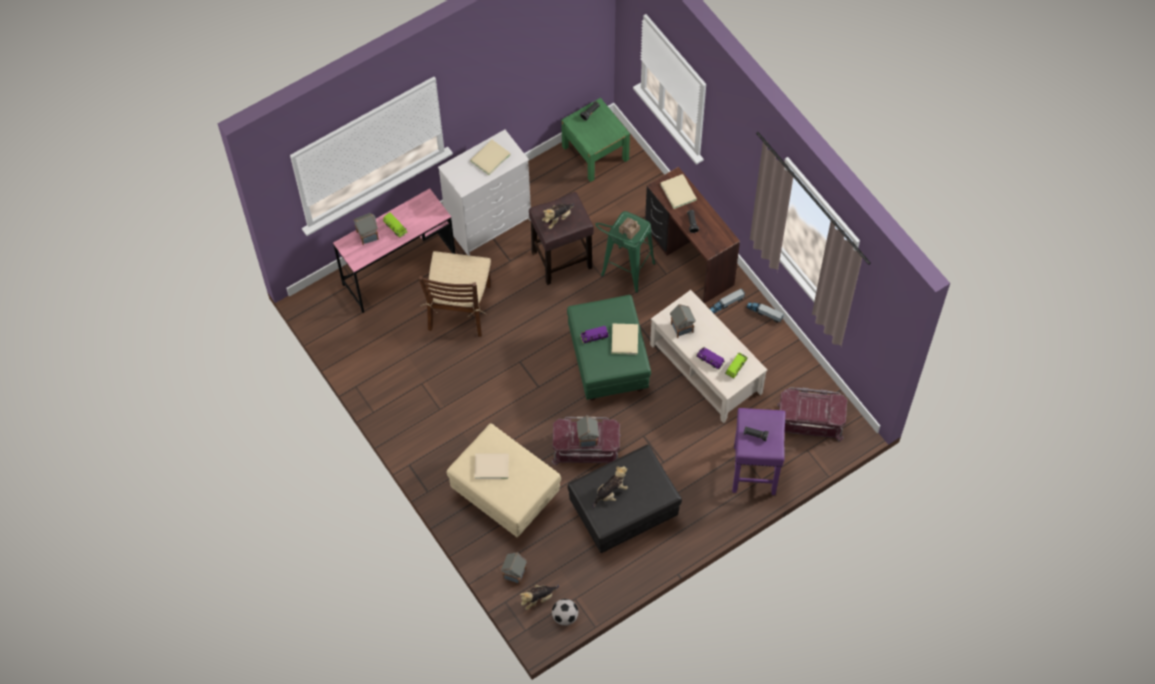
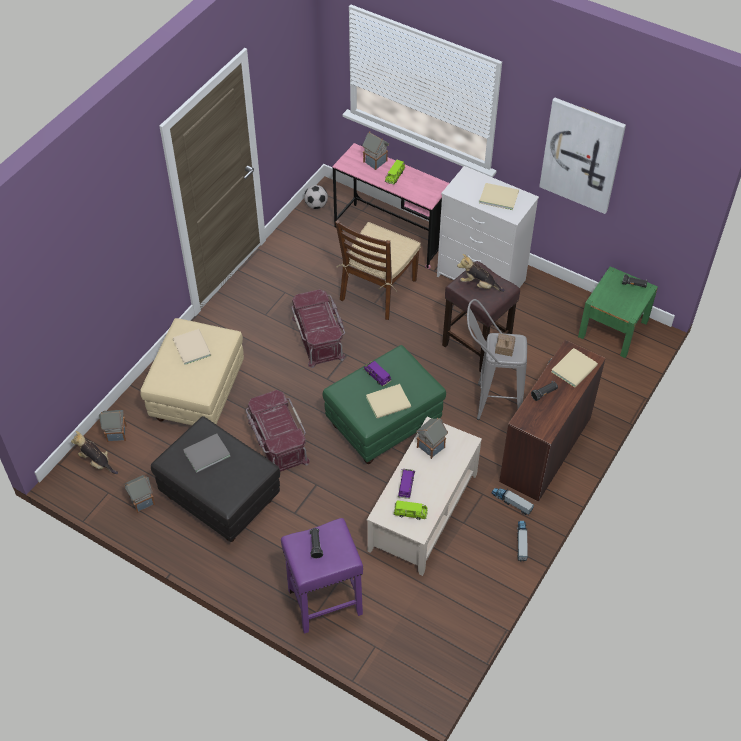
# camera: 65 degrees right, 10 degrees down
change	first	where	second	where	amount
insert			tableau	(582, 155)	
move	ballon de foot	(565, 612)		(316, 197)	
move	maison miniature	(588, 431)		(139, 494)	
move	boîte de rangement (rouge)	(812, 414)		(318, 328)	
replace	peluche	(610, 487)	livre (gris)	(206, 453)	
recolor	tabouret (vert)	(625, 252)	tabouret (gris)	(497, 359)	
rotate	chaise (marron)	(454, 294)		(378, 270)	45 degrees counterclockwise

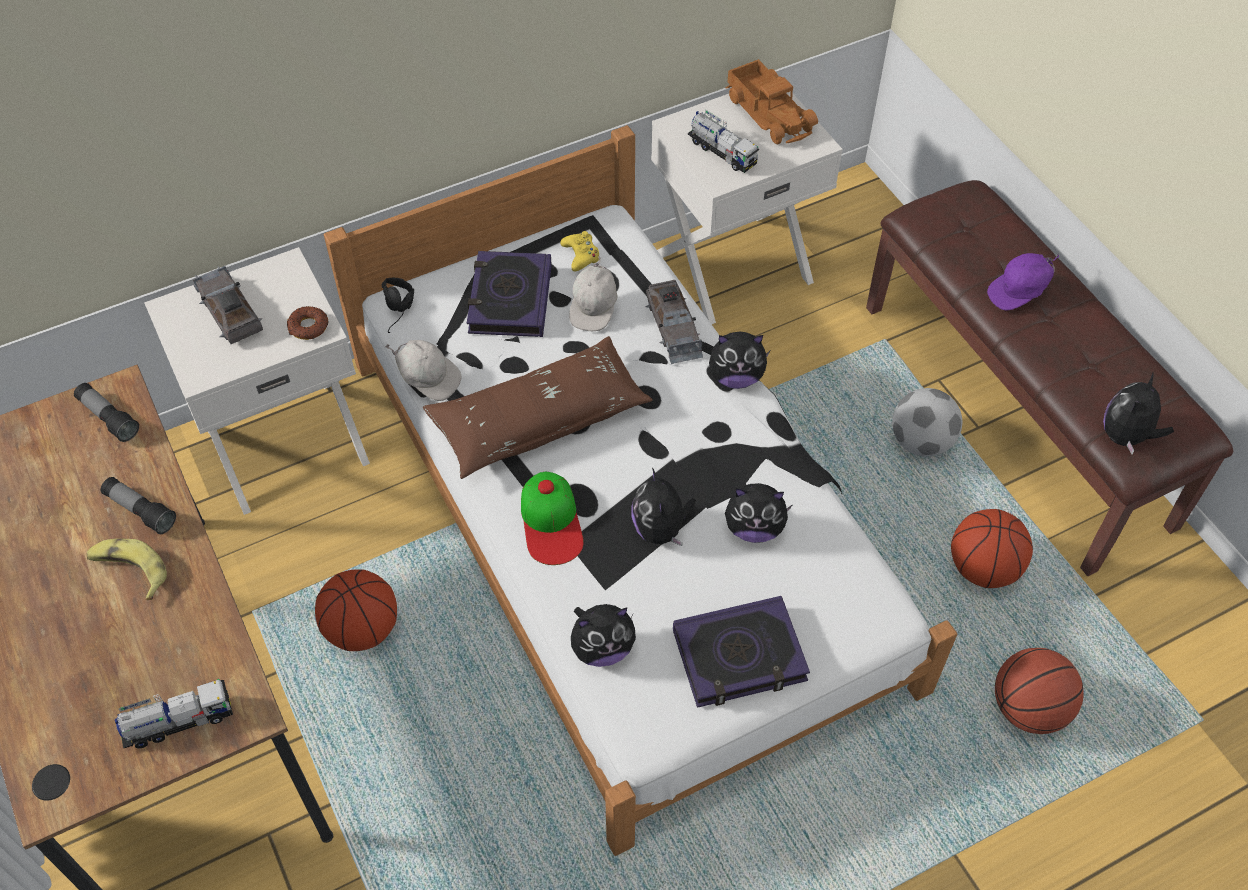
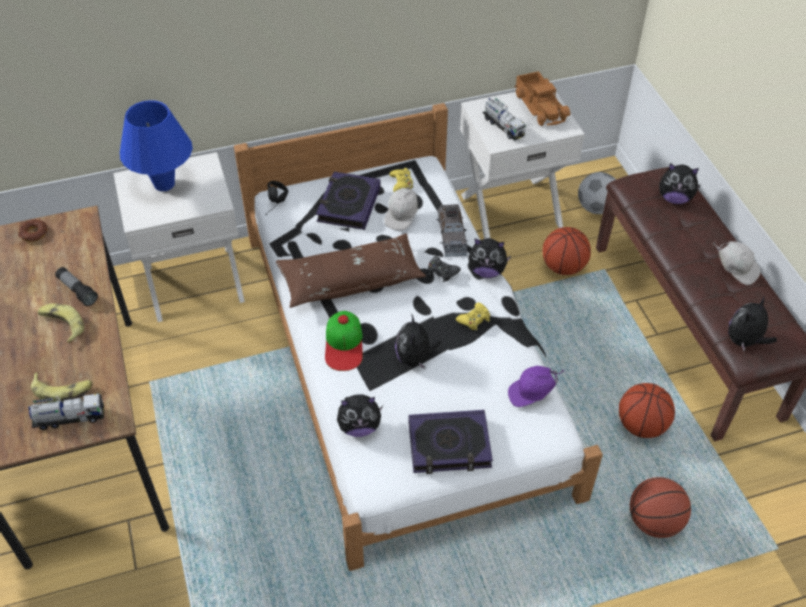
# camera: 10 degrees right, 5 degrees down
change	first	where	second	where	amount
delete	lampe de poche	(106, 412)			
insert			banane	(62, 387)	
insert			manette (noir)	(444, 269)	
insert			manette (jaune)	(473, 316)	
move	beignet	(308, 323)		(33, 230)	
move	ballon de basket	(356, 610)		(567, 251)	
move	casquette (blanc)	(423, 370)		(736, 263)	
move	peluche	(759, 513)		(680, 183)	
move	ballon de foot	(927, 422)		(597, 193)	
move	casquette (violet)	(1023, 281)		(536, 386)	
replace	petite voiture (gris)	(228, 304)	lampe de table (bleu)	(156, 145)	

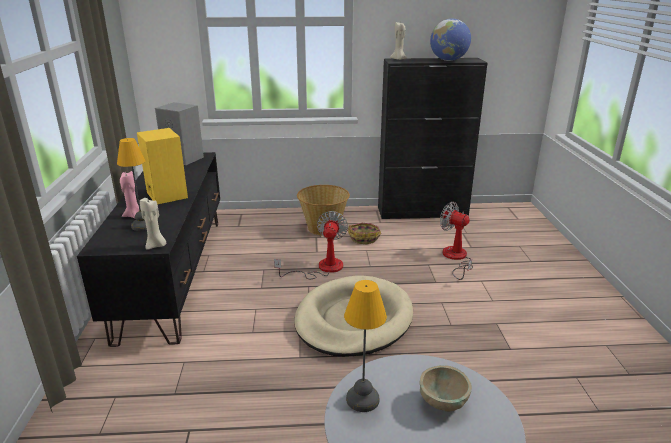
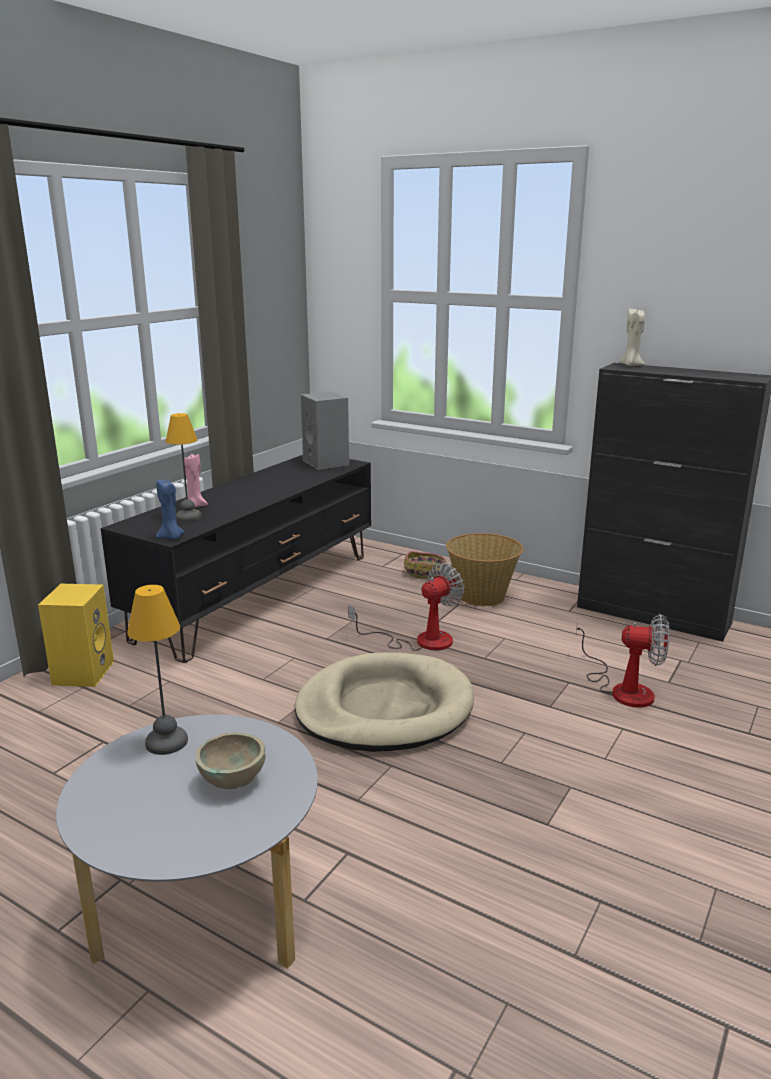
# camera: 35 degrees right, 5 degrees down
change	first	where	second	where	amount
delete	globe	(450, 40)			
move	enceinte (jaune)	(162, 166)		(76, 635)	
move	panier	(364, 233)		(425, 565)	
recolor	bougie (beige)	(153, 224)	bougie (bleu)	(170, 508)	
rotate	ventilateur	(456, 241)		(622, 661)	120 degrees clockwise

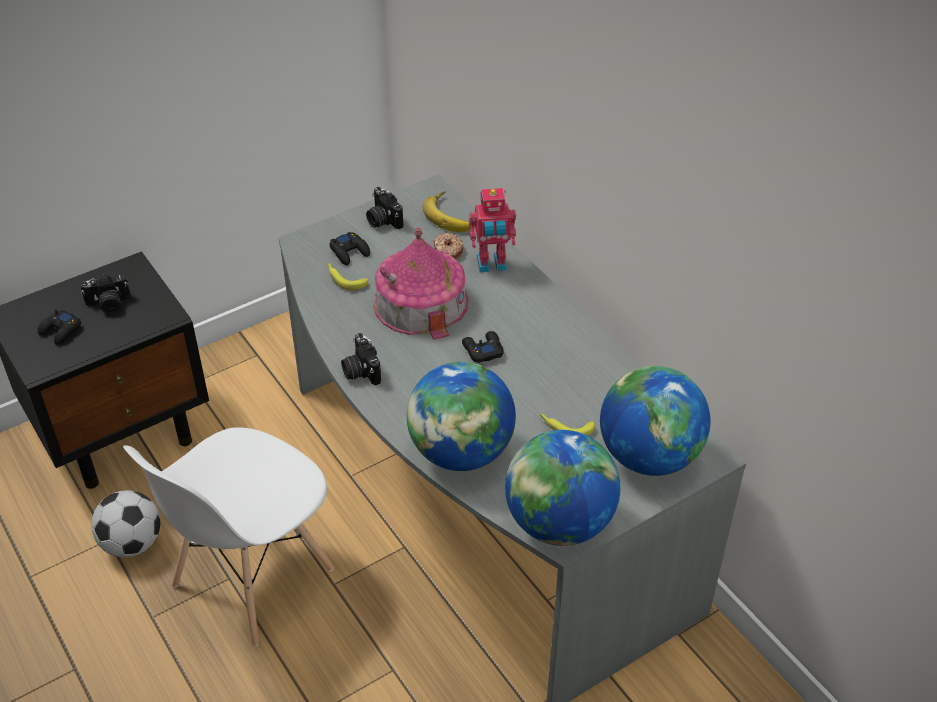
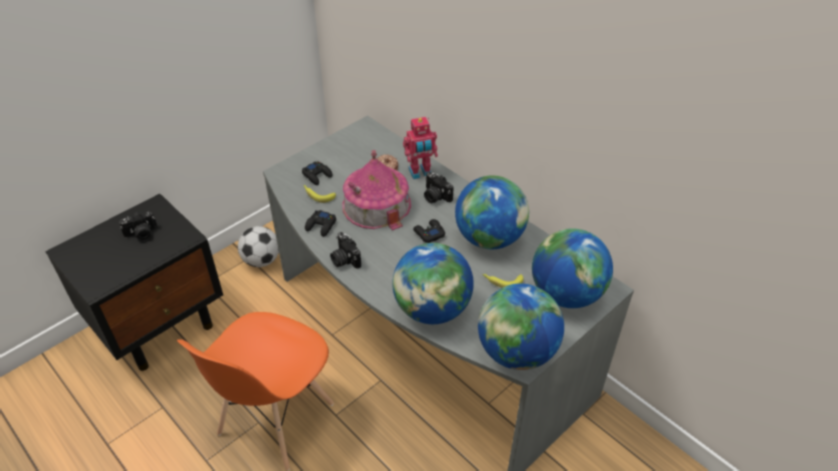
# camera: 10 degrees left, 0 degrees up
change	first	where	second	where	amount
delete	banane	(446, 211)			
insert			globe	(492, 212)	
move	manette (noir)	(59, 327)		(320, 223)	
move	ballon de foot	(125, 523)		(258, 246)	
move	appareil photo	(384, 208)		(438, 187)	
recolor	chaise (blanc)	(228, 537)	chaise (orange)	(255, 391)	

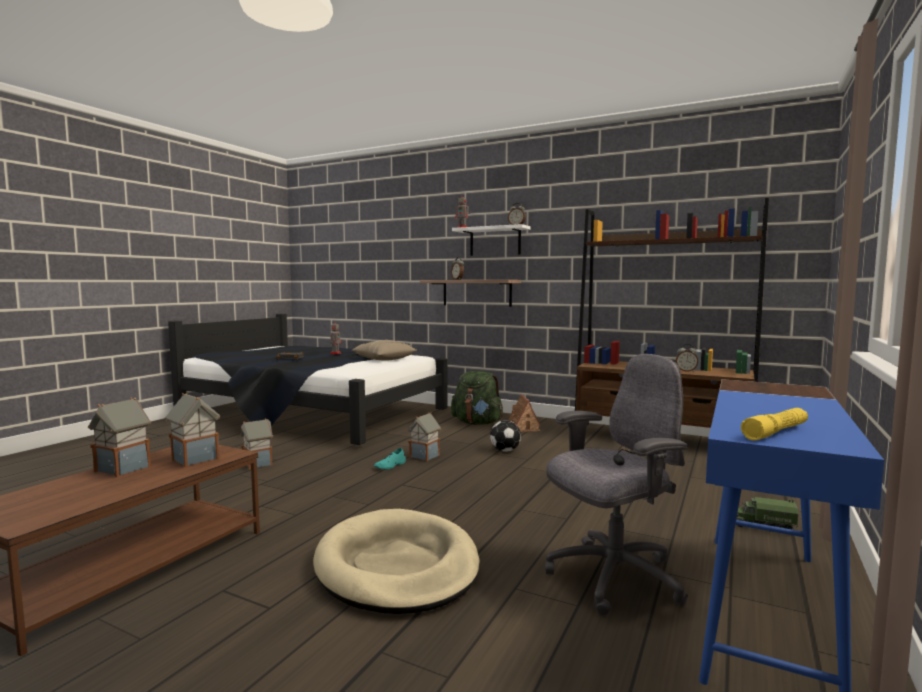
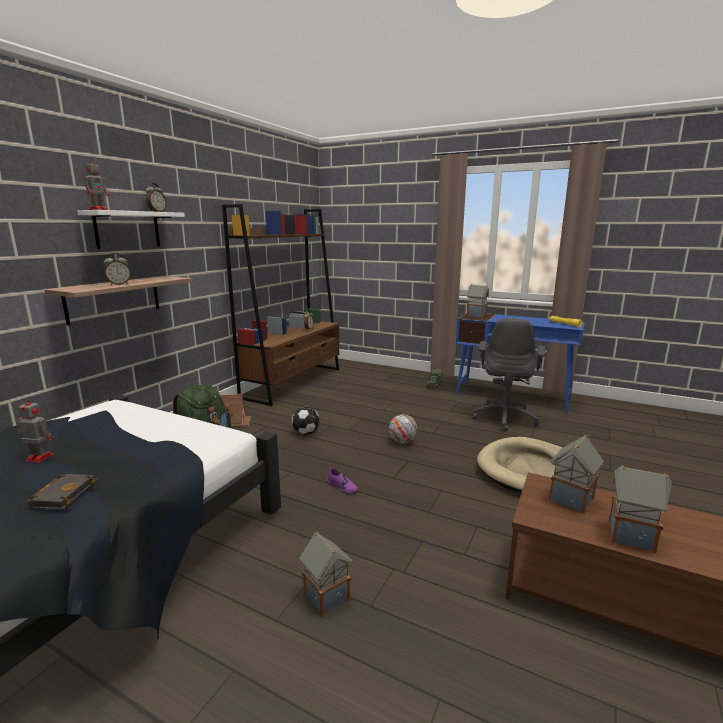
# camera: 90 degrees left, 10 degrees up
change	first	where	second	where	amount
delete	coussin (beige)	(384, 350)			
insert			ballon de foot	(403, 428)	
move	maison miniature	(424, 436)		(478, 301)	
recolor	chaussure (turquoise)	(390, 458)	chaussure (violet)	(342, 481)	
rotate	chaise de bureau (gris)	(616, 484)		(508, 375)	135 degrees counterclockwise

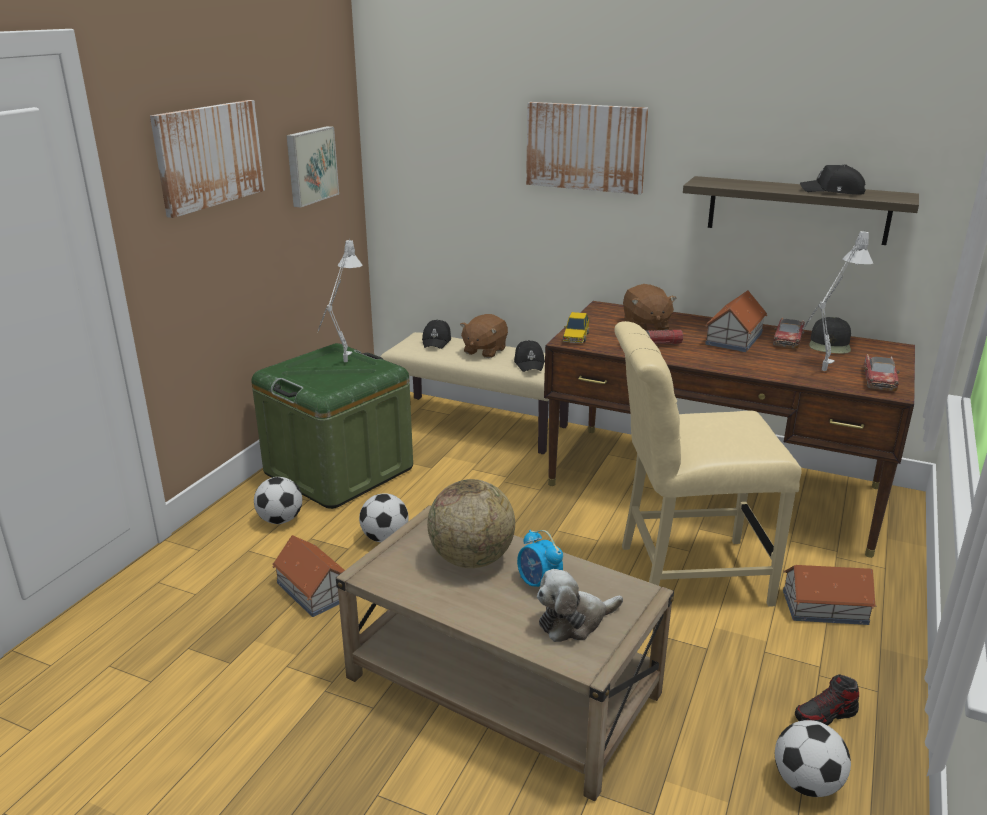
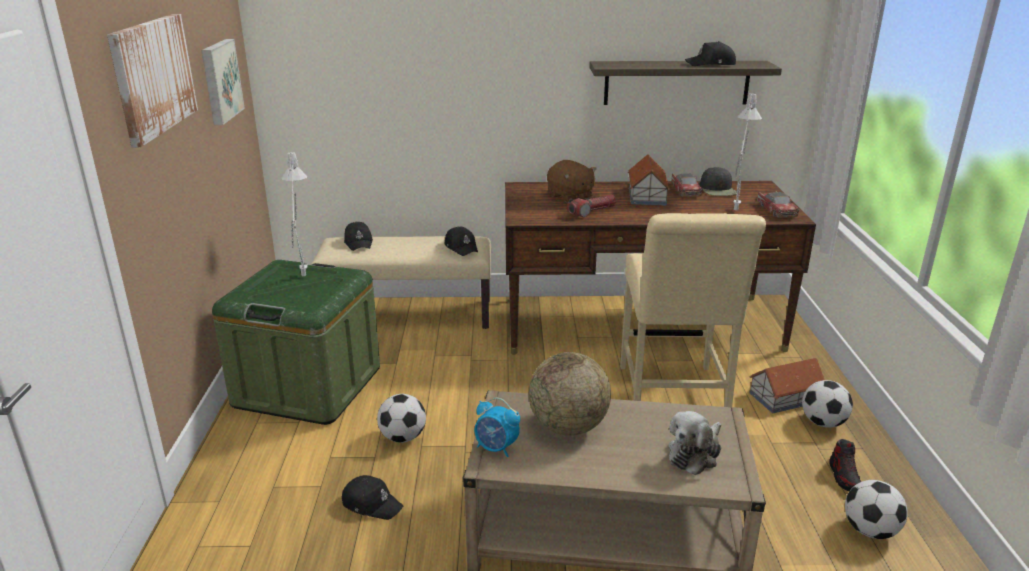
# camera: 25 degrees left, 0 degrees up
change	first	where	second	where	amount
delete	peluche (marron)	(484, 336)			
delete	tableau	(587, 148)			
delete	petite voiture	(576, 327)			
move	ballon de foot	(278, 500)		(827, 404)	
move	réveil	(540, 558)		(497, 427)	
replace	maison miniature	(309, 576)	casquette (noir)	(372, 497)	
rotate	chaise (beige)	(708, 464)		(693, 310)	60 degrees counterclockwise
rotate	chaussure	(827, 699)		(845, 465)	45 degrees counterclockwise

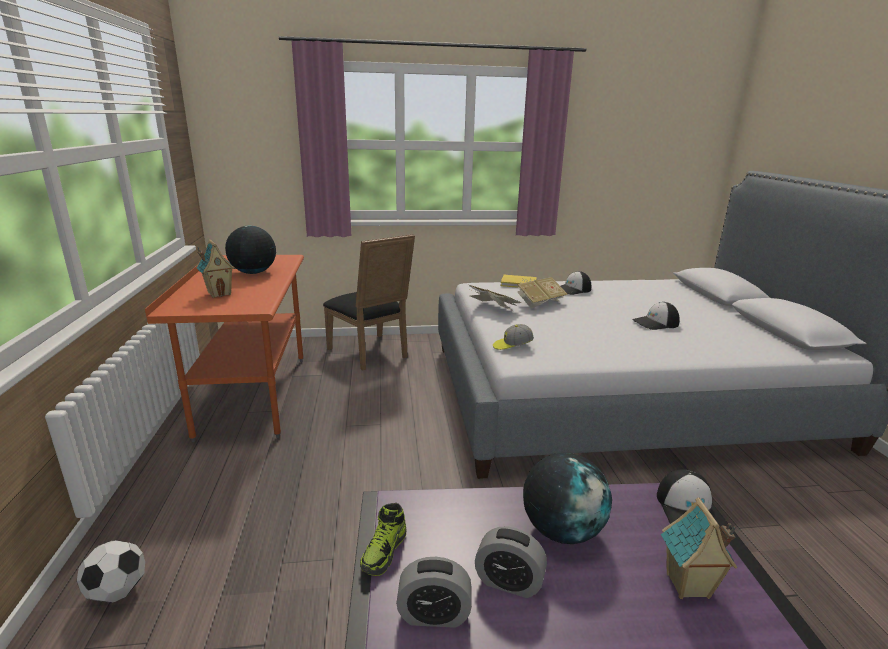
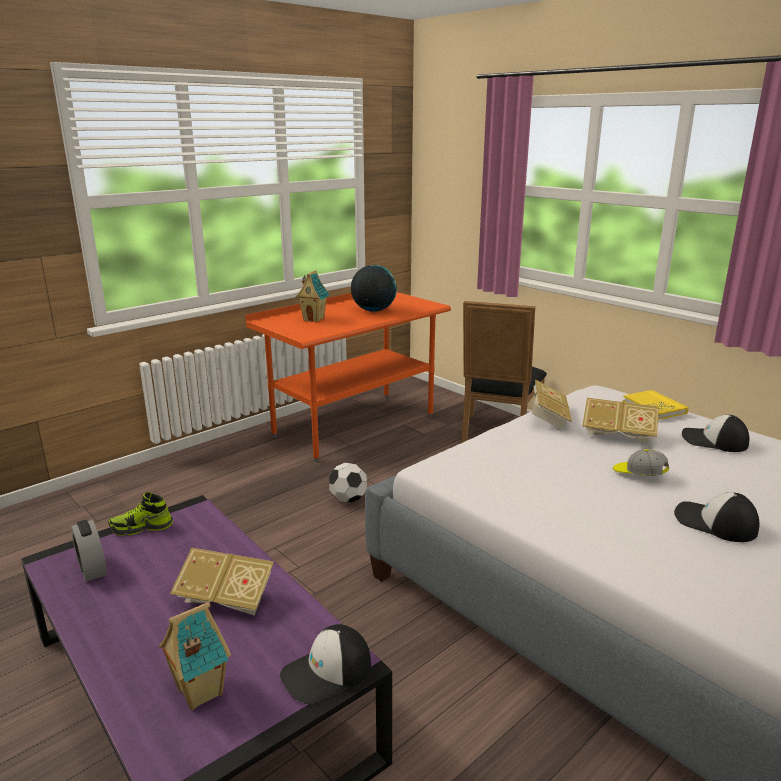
# camera: 55 degrees right, 0 degrees up
change	first	where	second	where	amount
delete	réveil	(511, 562)			
move	ballon de foot	(111, 571)		(348, 483)	
move	casquette	(513, 337)		(641, 462)	
replace	globe	(567, 498)	livre	(222, 582)	

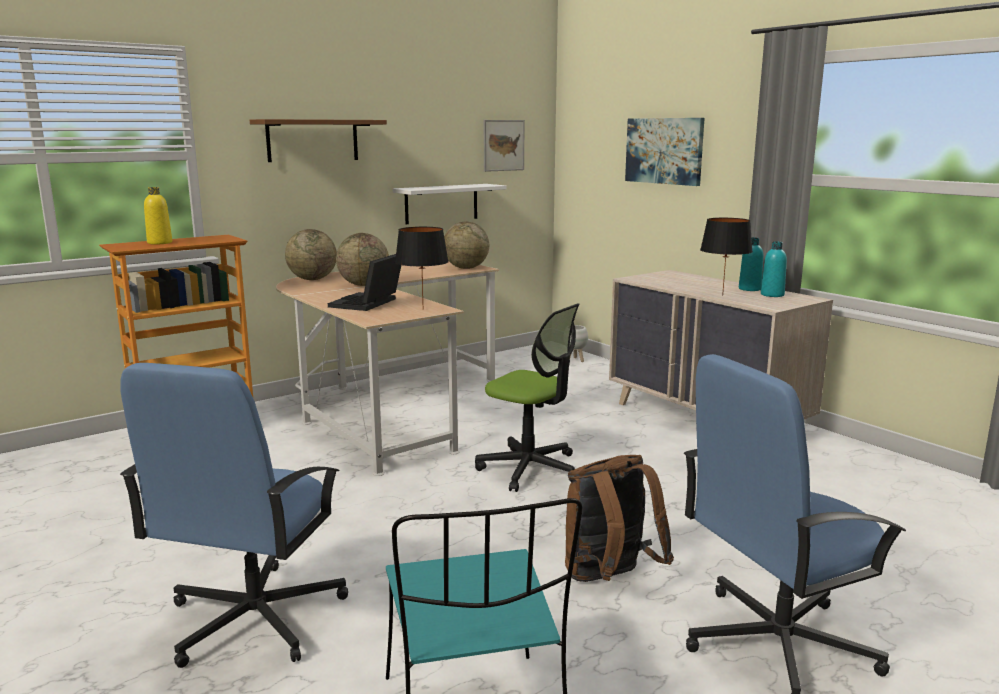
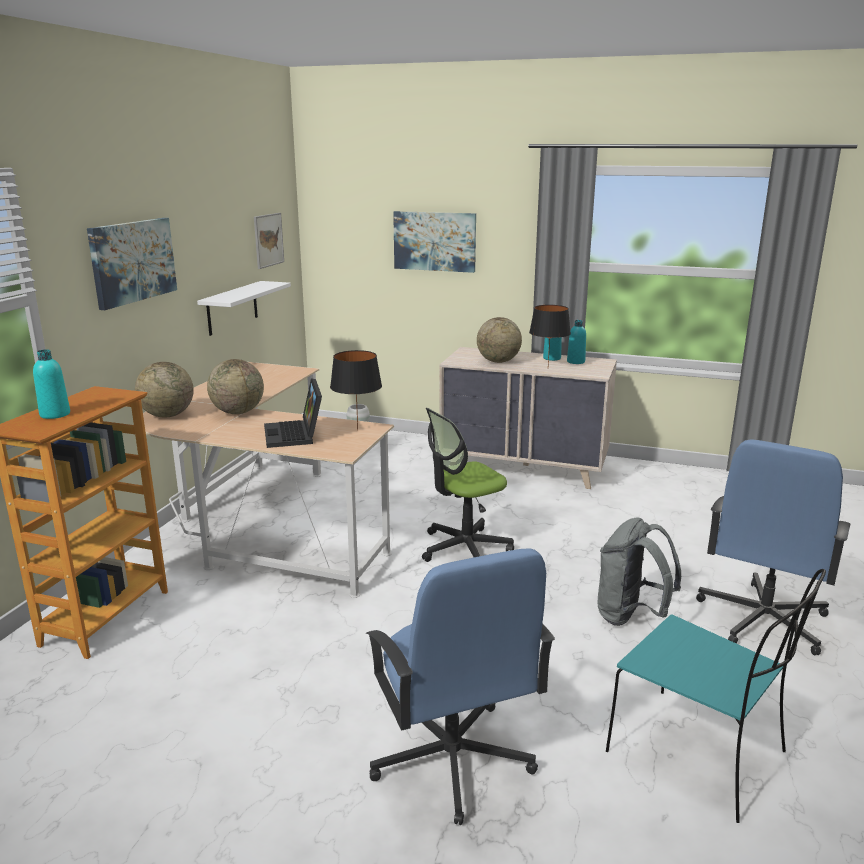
# camera: 35 degrees left, 5 degrees up
change	first	where	second	where	amount
move	globe	(466, 245)		(499, 340)	
replace	étagère (marron)	(318, 140)	tableau	(132, 264)	
recolor	bouteille (jaune)	(158, 216)	bouteille (turquoise)	(51, 384)	
recolor	sac à dos (marron)	(619, 518)	sac à dos (gris)	(639, 572)	
rotate	chaise de bureau	(527, 397)		(468, 485)	150 degrees clockwise

